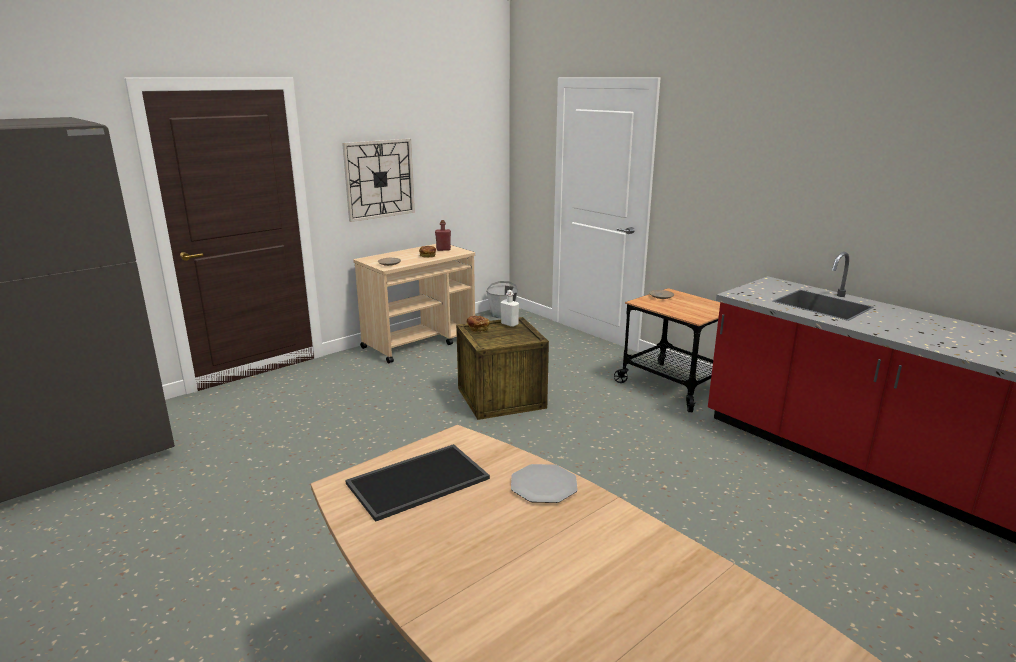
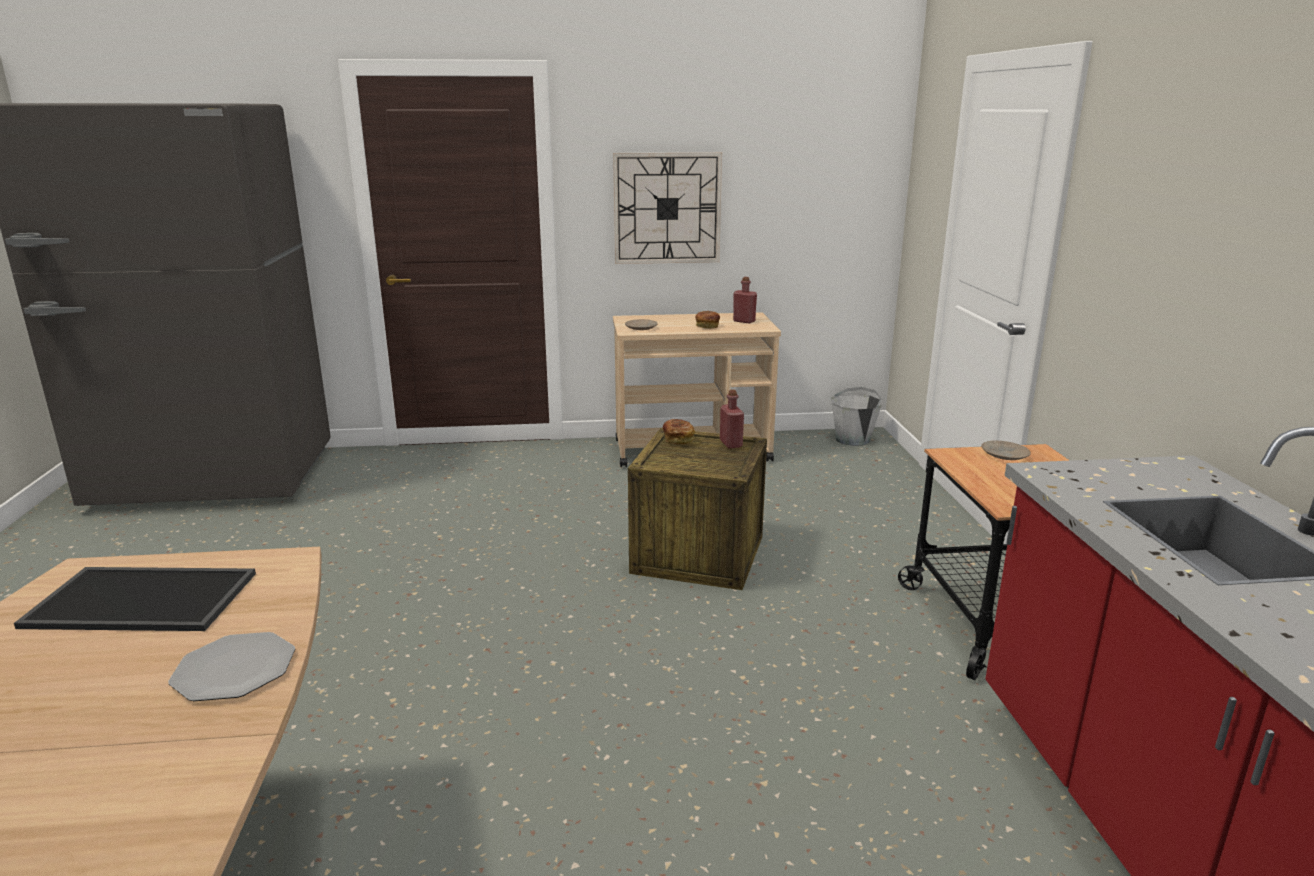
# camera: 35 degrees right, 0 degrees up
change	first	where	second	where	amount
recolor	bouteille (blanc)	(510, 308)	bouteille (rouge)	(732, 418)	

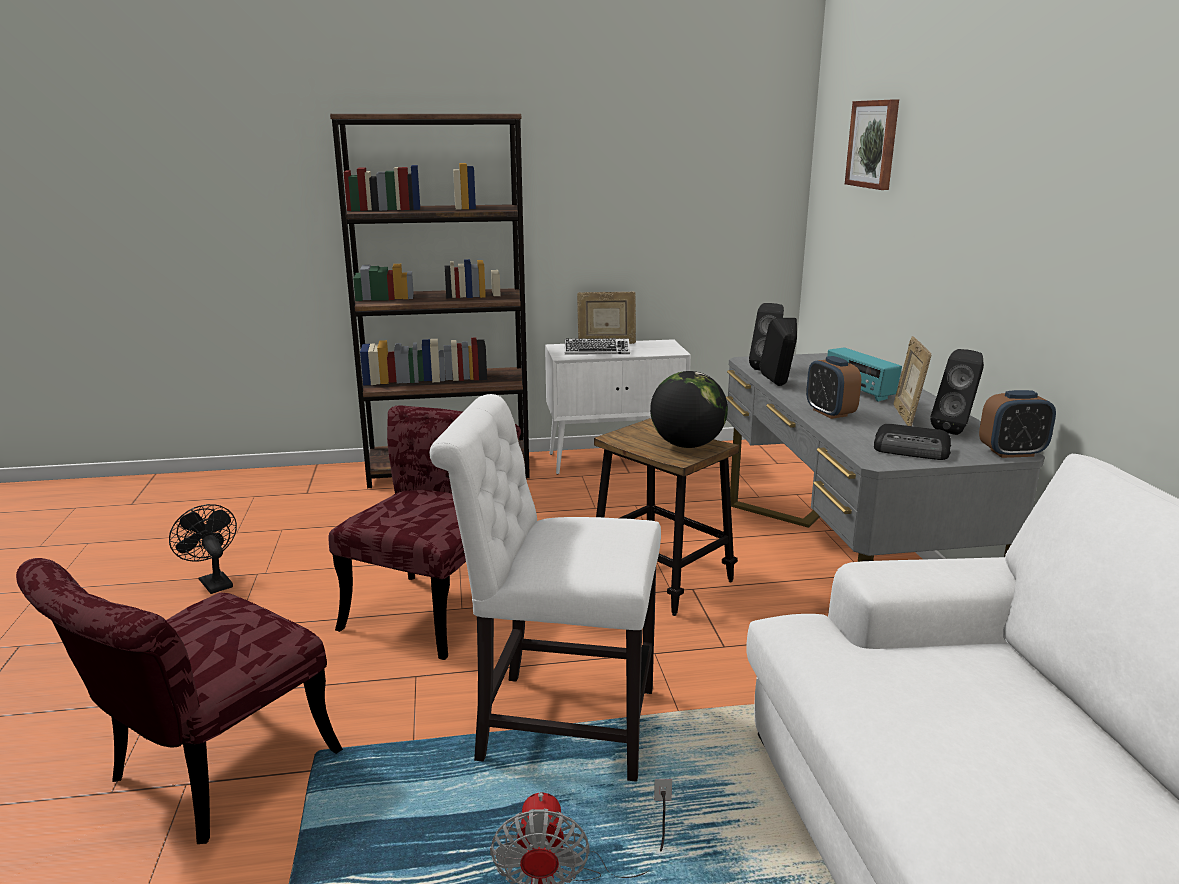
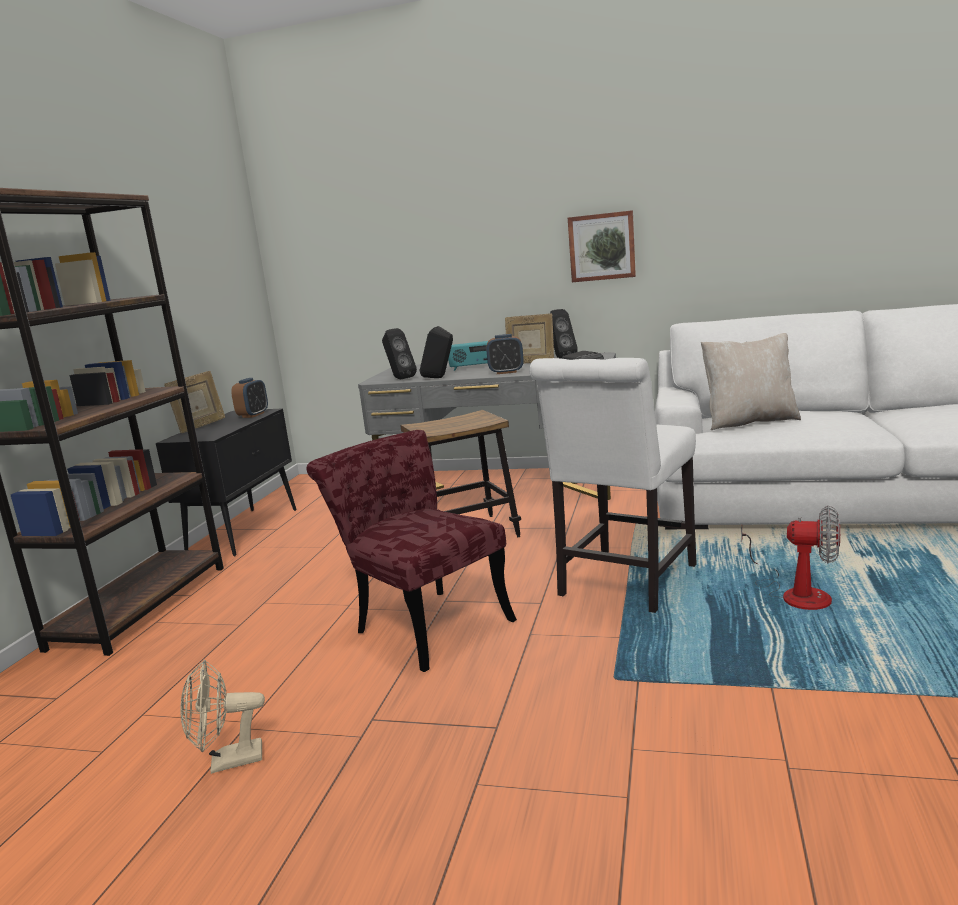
# camera: 65 degrees left, 5 degrees down
change	first	where	second	where	amount
delete	chaise (rouge)	(179, 701)			
delete	clavier	(597, 346)			
delete	globe	(689, 409)			
insert			coussin (beige)	(751, 381)	
move	tableau	(872, 145)		(602, 246)	
move	réveil	(1017, 424)		(249, 398)	
recolor	ventilateur (noir)	(203, 549)	ventilateur (beige)	(222, 717)	
recolor	meuble de rangement (blanc)	(618, 407)	meuble de rangement (noir)	(226, 482)	

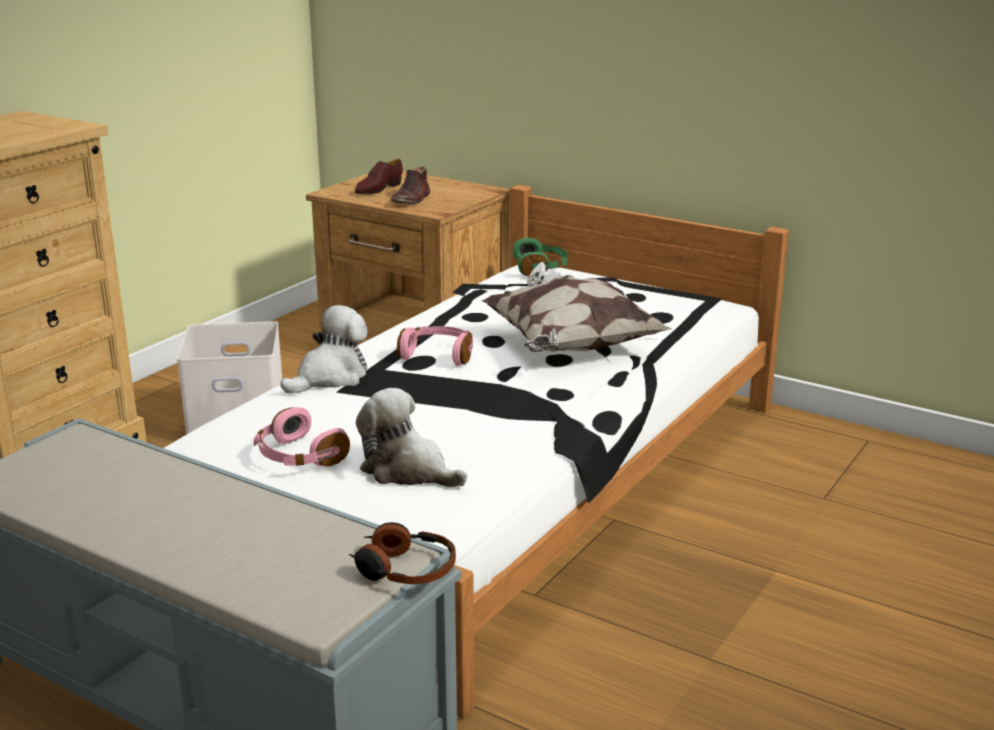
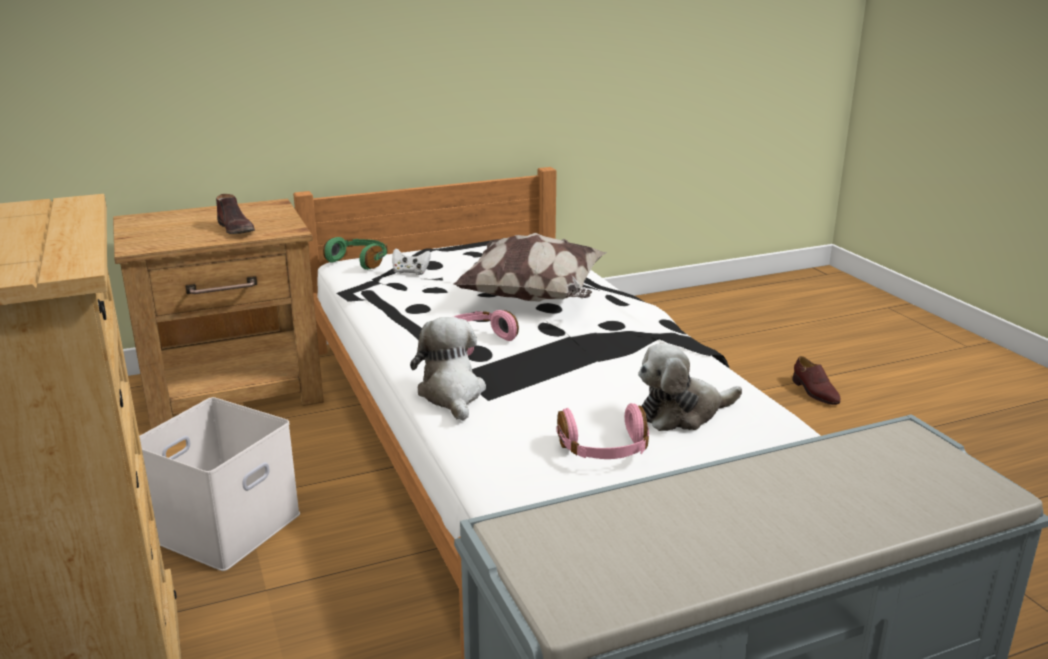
# camera: 55 degrees left, 0 degrees up
change	first	where	second	where	amount
delete	casque audio	(402, 553)			
move	chaussure (marron)	(379, 176)		(817, 380)	

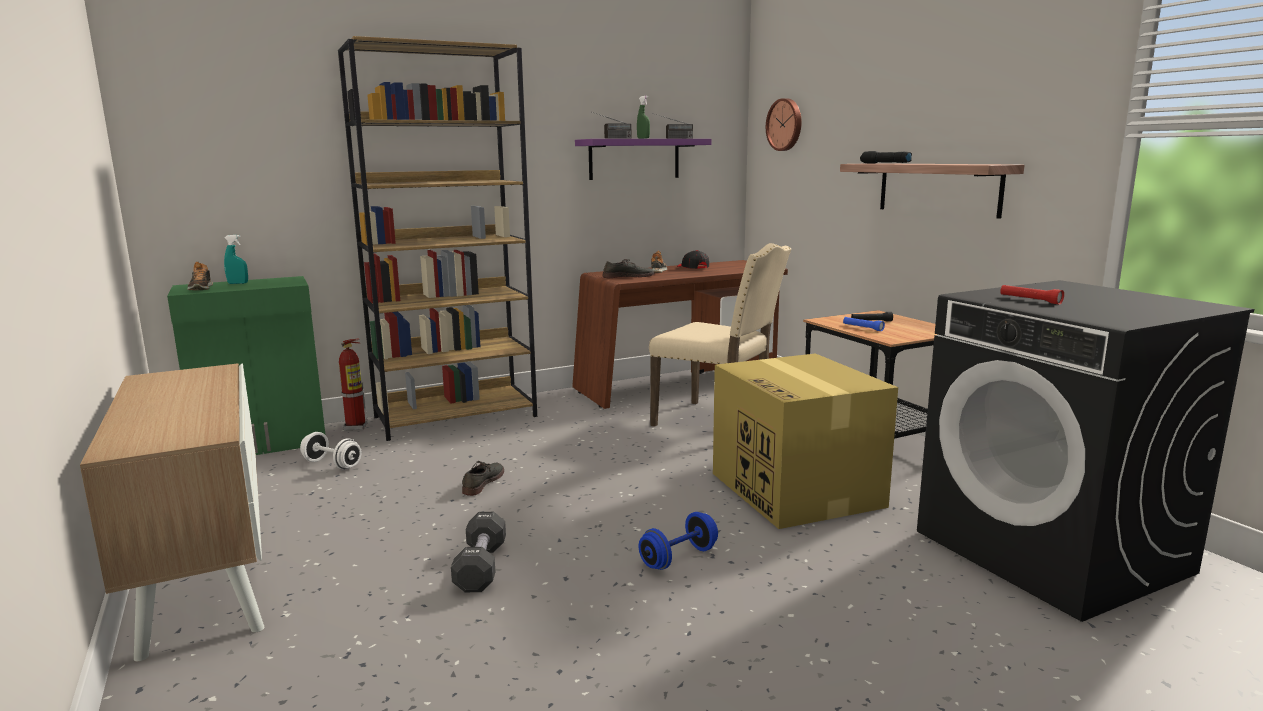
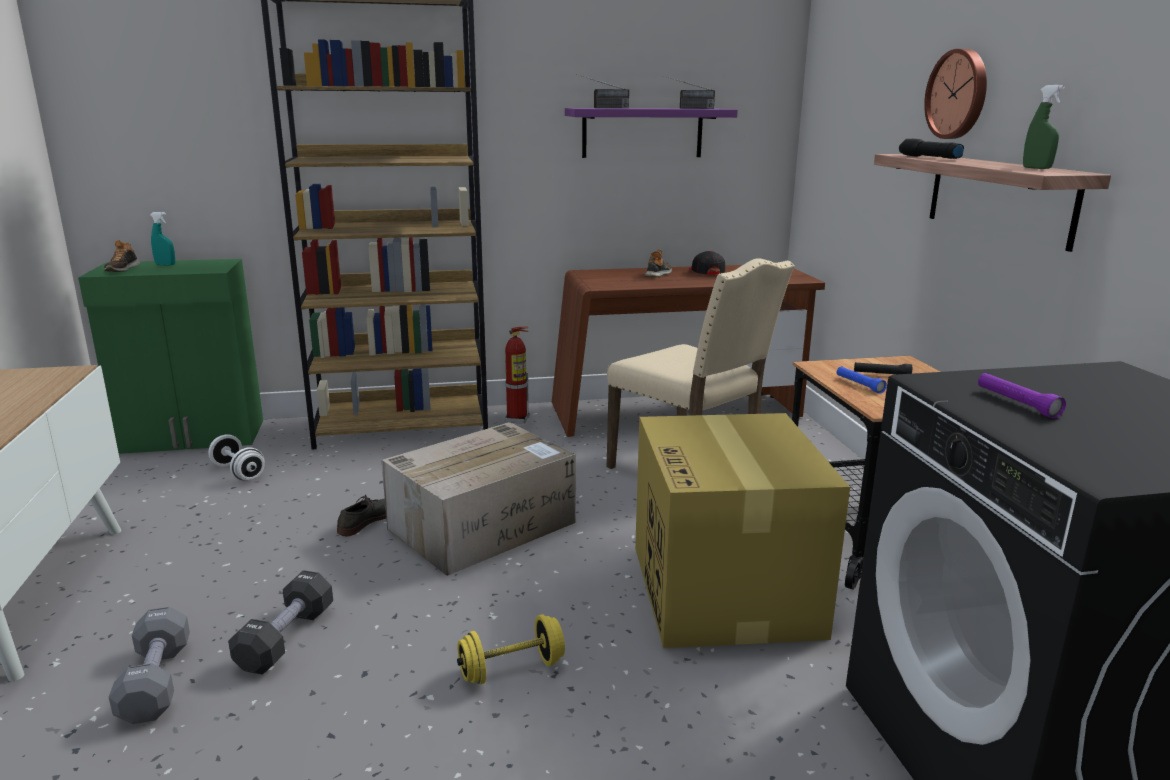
# camera: 15 degrees right, 5 degrees up
change	first	where	second	where	amount
delete	chaussure (gris)	(628, 268)			
insert			haltère (gris)	(149, 665)	
insert			carton	(479, 499)	
move	extincteur	(353, 384)		(517, 375)	
move	vaporisateur (vert)	(643, 117)		(1044, 127)	
move	horloge murale	(783, 124)		(955, 94)	
recolor	haltère (bleu)	(678, 541)	haltère (jaune)	(511, 649)	
recolor	lampe de poche (rouge)	(1032, 294)	lampe de poche (violet)	(1022, 396)	

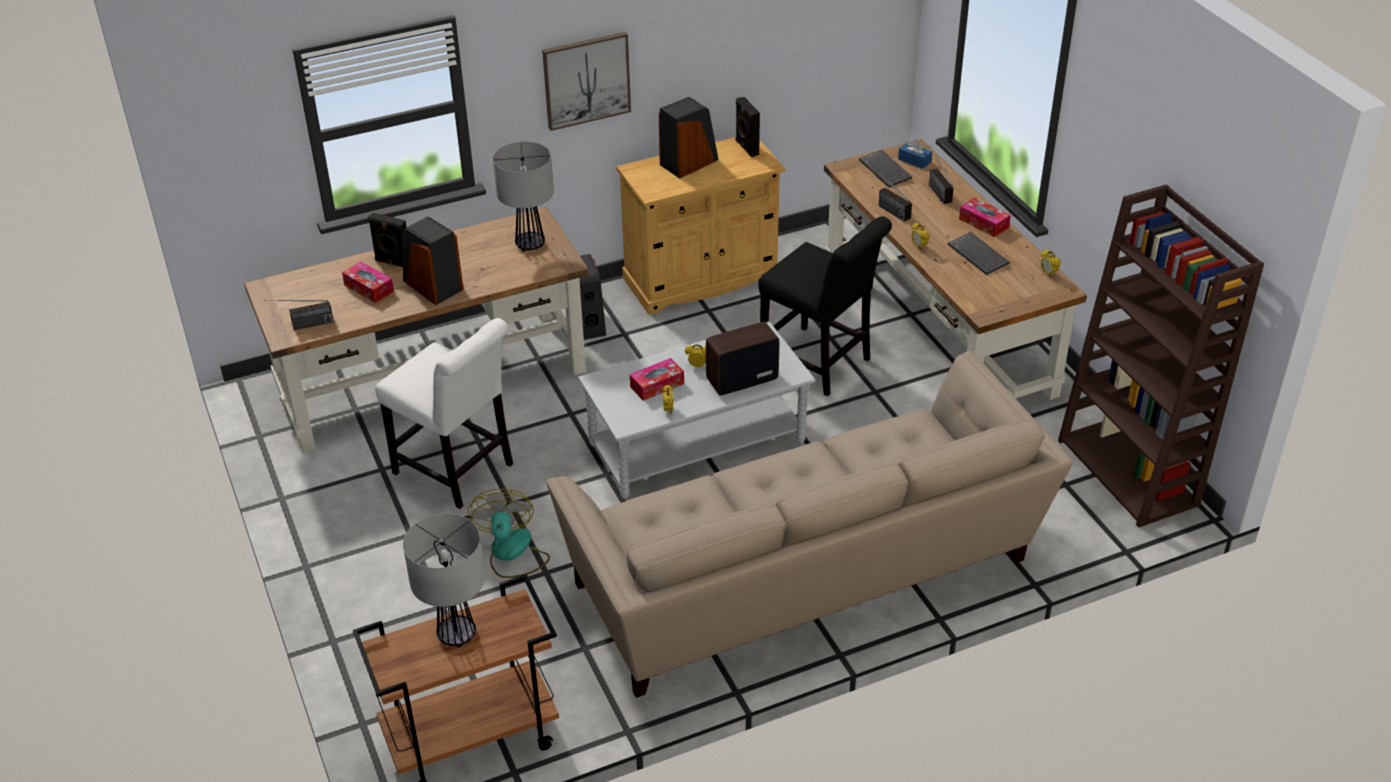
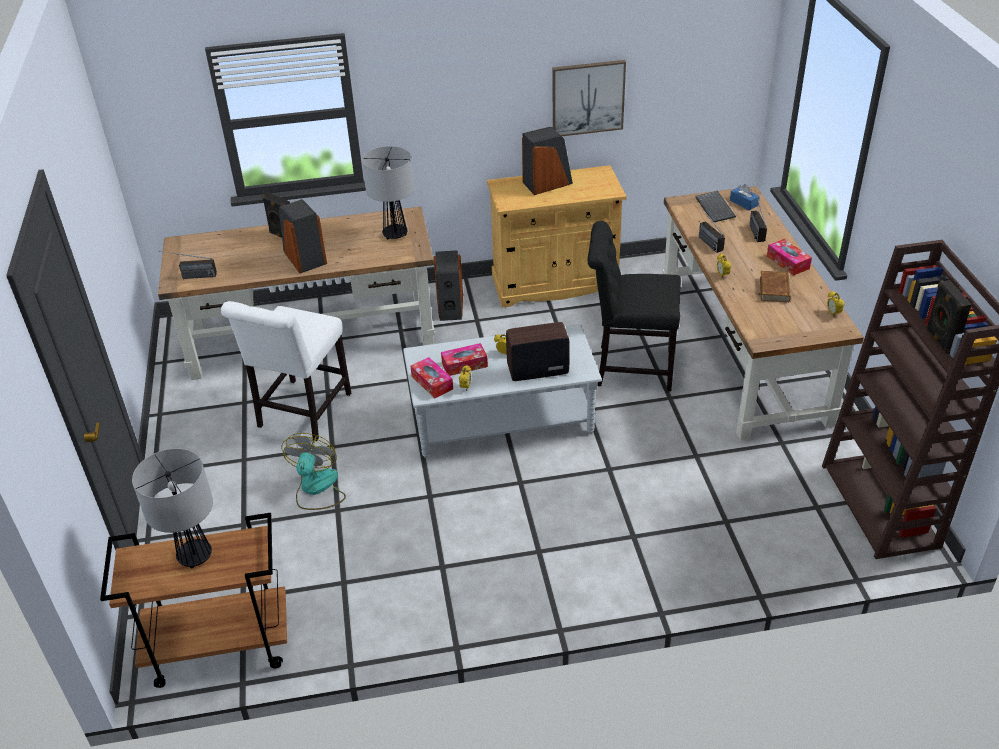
# camera: 15 degrees right, 0 degrees up
change	first	where	second	where	amount
delete	canapé (beige)	(809, 524)			
move	boîte à mouchoirs	(368, 282)		(432, 377)	
move	tableau	(586, 81)		(589, 98)	
move	enceinte (noir)	(748, 127)		(949, 317)	
replace	clavier	(979, 253)	livre (marron)	(775, 286)	
rotate	chaise (blanc)	(444, 413)		(286, 371)	60 degrees clockwise
rotate	chaise (noir)	(825, 306)		(634, 306)	135 degrees clockwise

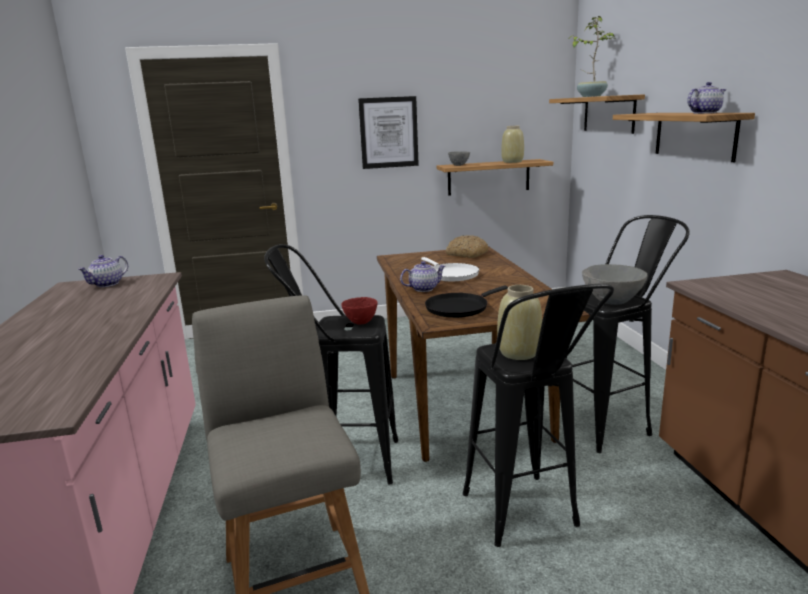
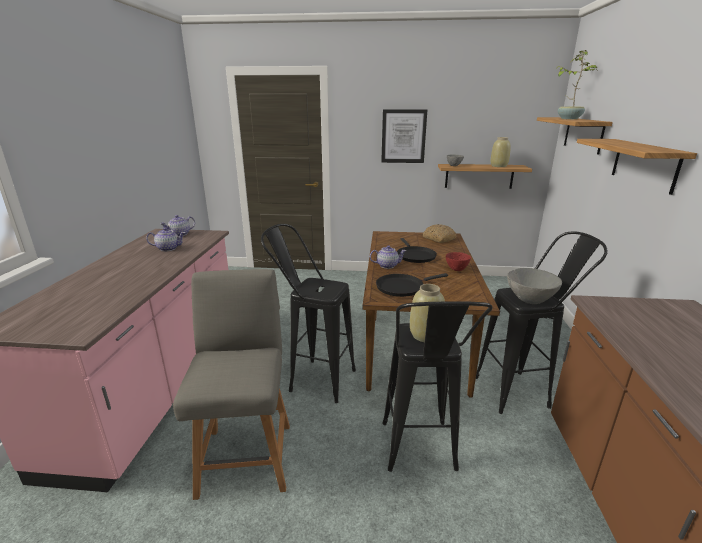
# camera: 15 degrees right, 5 degrees up
change	first	where	second	where	amount
move	bol (rouge)	(359, 310)		(458, 261)	
move	théière	(706, 98)		(165, 239)	
recolor	poêle (blanc)	(450, 269)	poêle (noir)	(417, 250)	

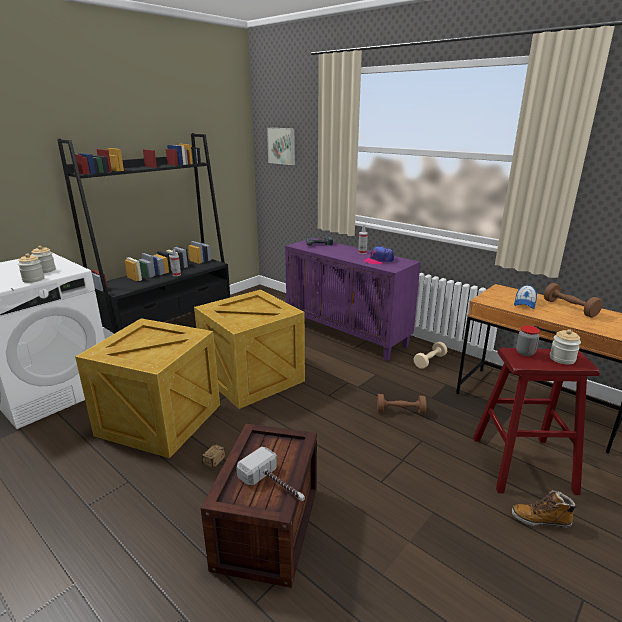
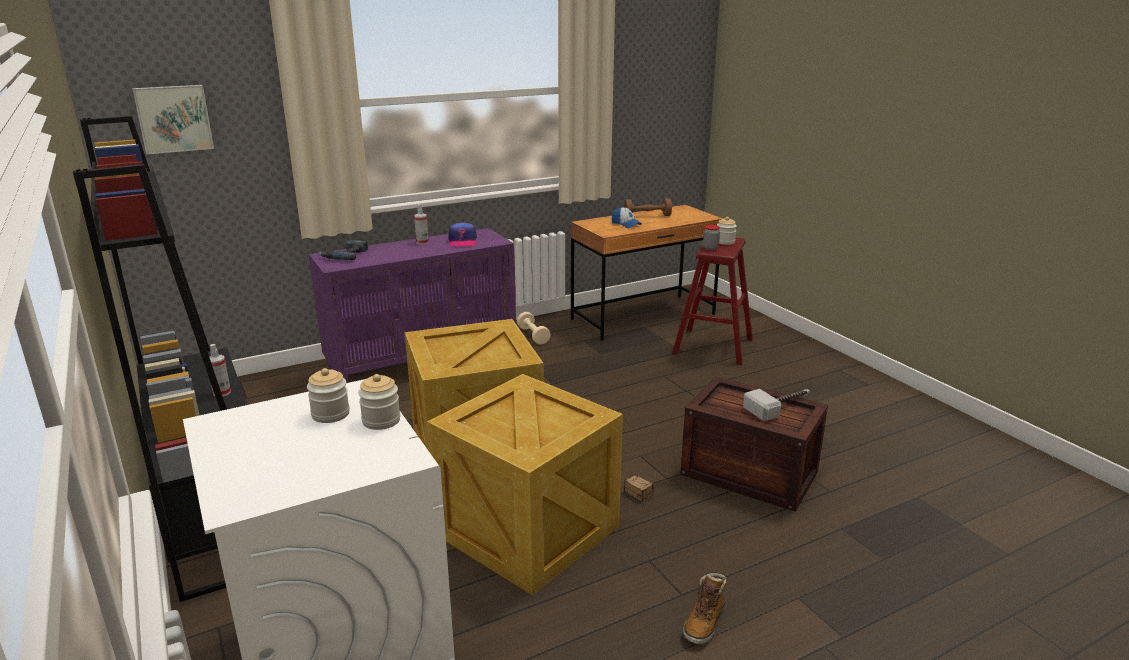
# camera: 70 degrees left, 0 degrees up
change	first	where	second	where	amount
delete	haltère (marron)	(401, 404)			
move	botte	(545, 509)		(705, 608)	

